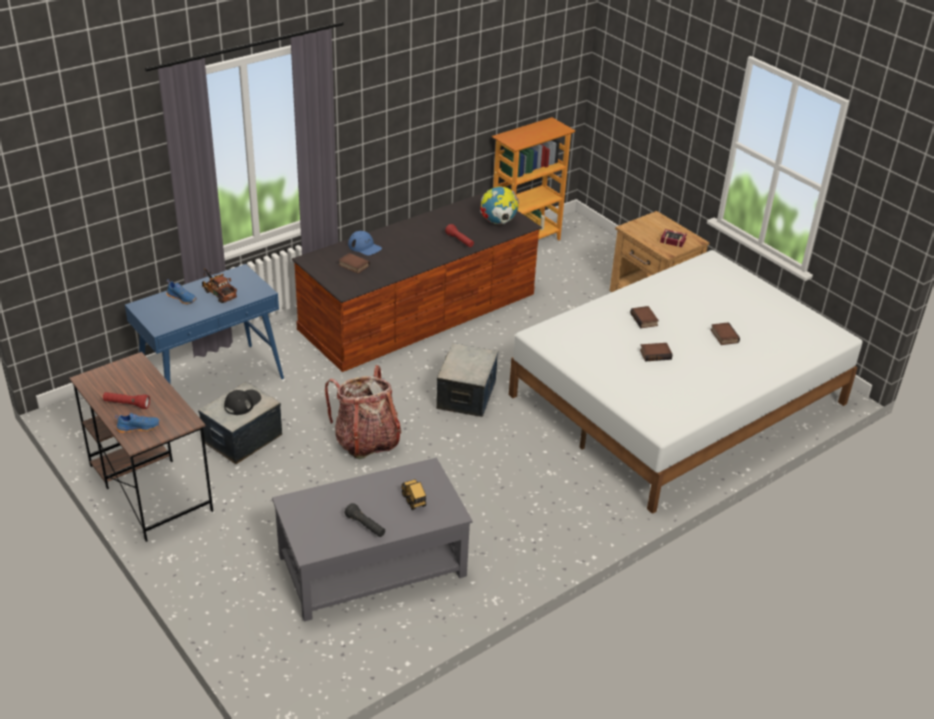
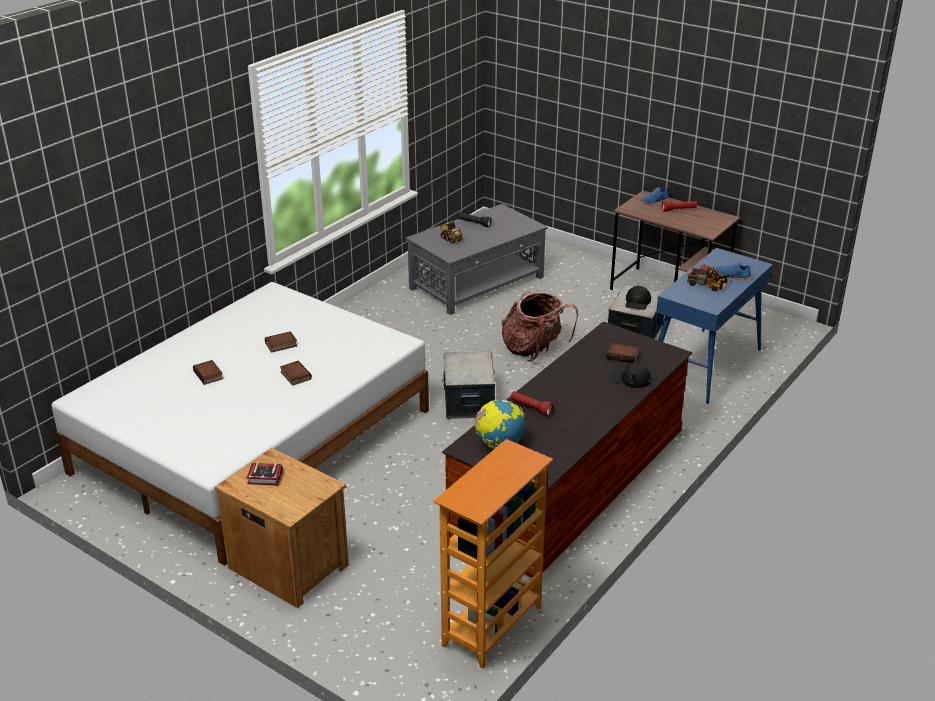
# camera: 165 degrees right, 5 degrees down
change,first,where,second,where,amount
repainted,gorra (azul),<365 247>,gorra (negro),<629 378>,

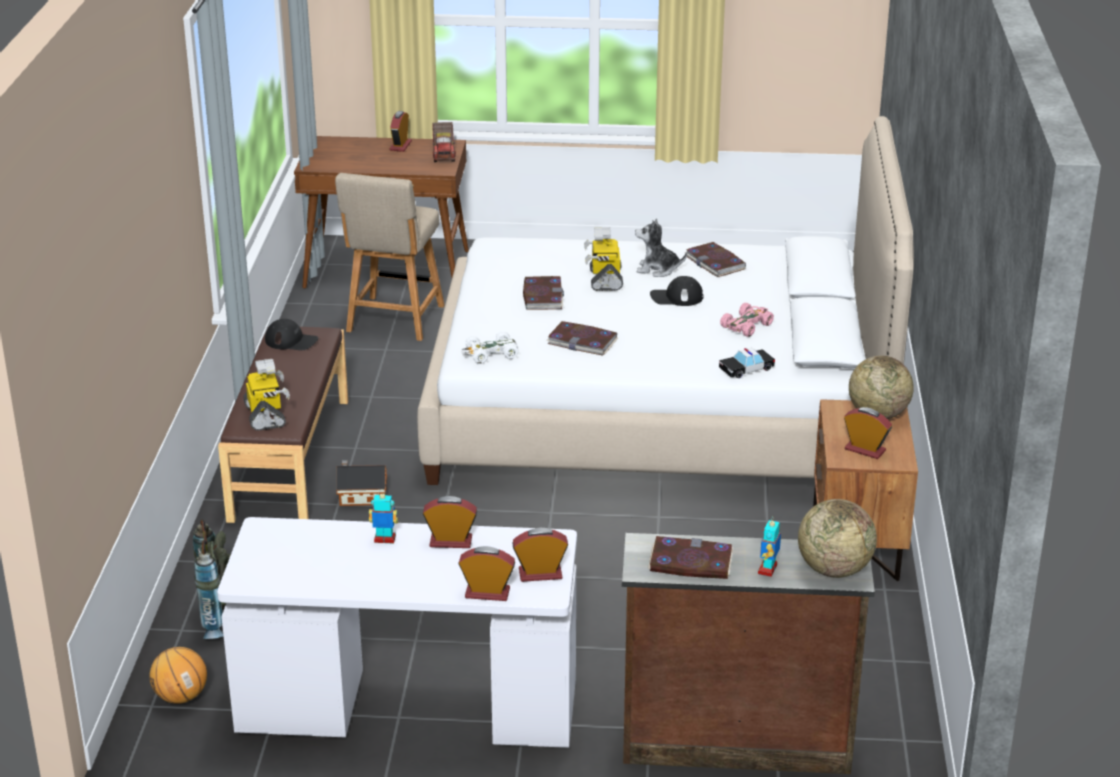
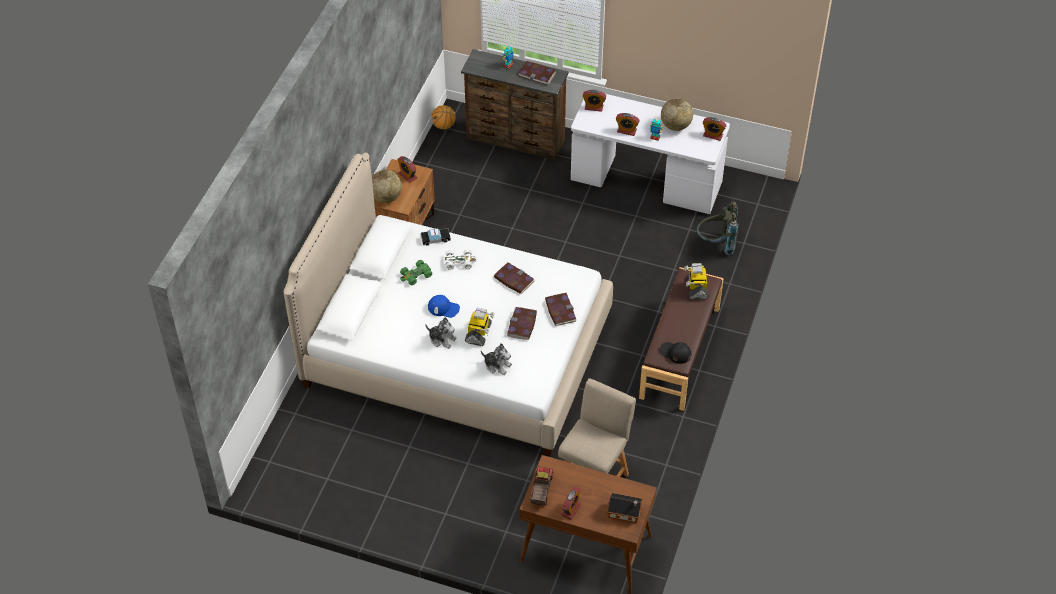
# camera: 165 degrees left, 20 degrees up
change,first,where,second,where,amount
new,,,peluche,<497 365>,
shifted,balón de baloncesto,<180 697>,,<444 126>,
shifted,casita,<360 496>,,<625 512>,
shifted,despertador,<487 593>,,<713 135>,
shifted,coche de juguete (blanco),<490 354>,,<459 262>,
shifted,libro,<715 262>,,<560 310>,
shifted,globo terráqueo,<834 569>,,<675 126>,
repainted,gorra (negro),<676 297>,gorra (azul),<443 308>,
repainted,coche de juguete (rosa),<747 325>,coche de juguete (verde),<416 275>,

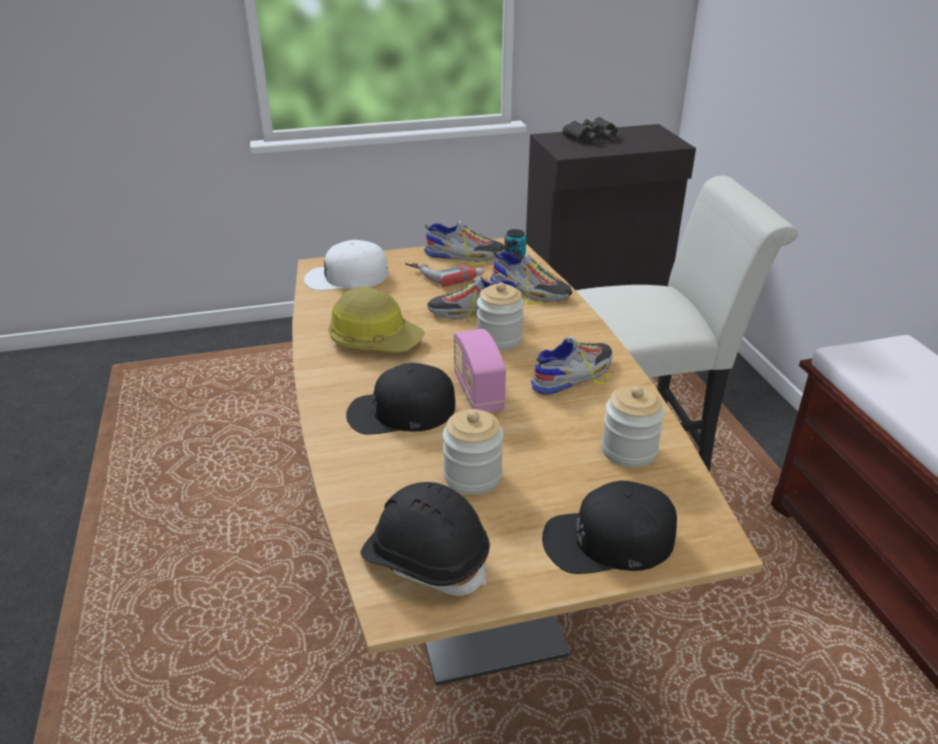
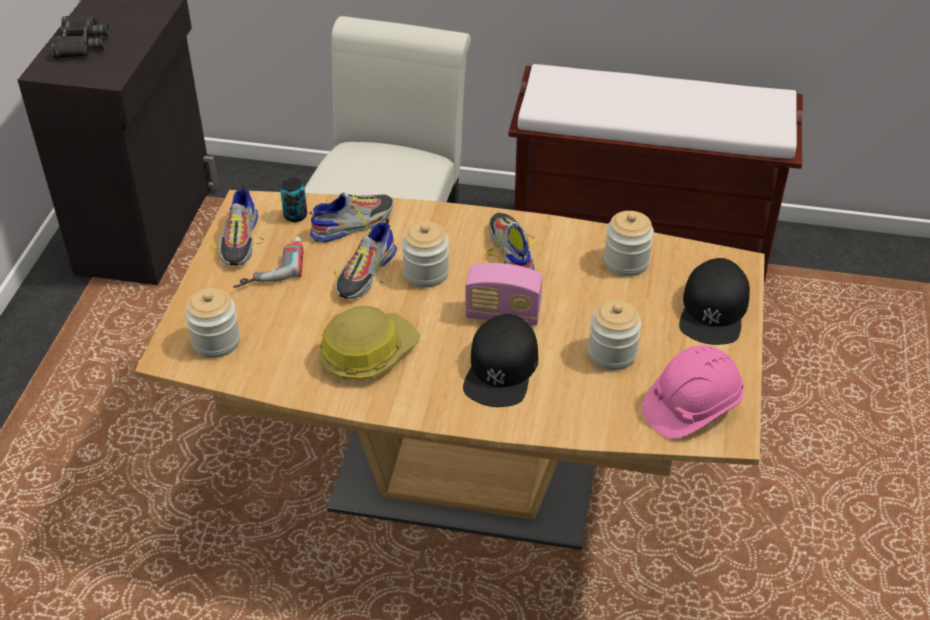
# camera: 65 degrees left, 10 degrees up
change,first,where,second,where,amount
swapped,gorra (blanco),<346 277>,tarro,<216 341>,
repainted,casco (negro),<426 559>,casco (rosa),<691 406>,
rotated,zapato,<465 255>,,<240 240>,150 degrees clockwise

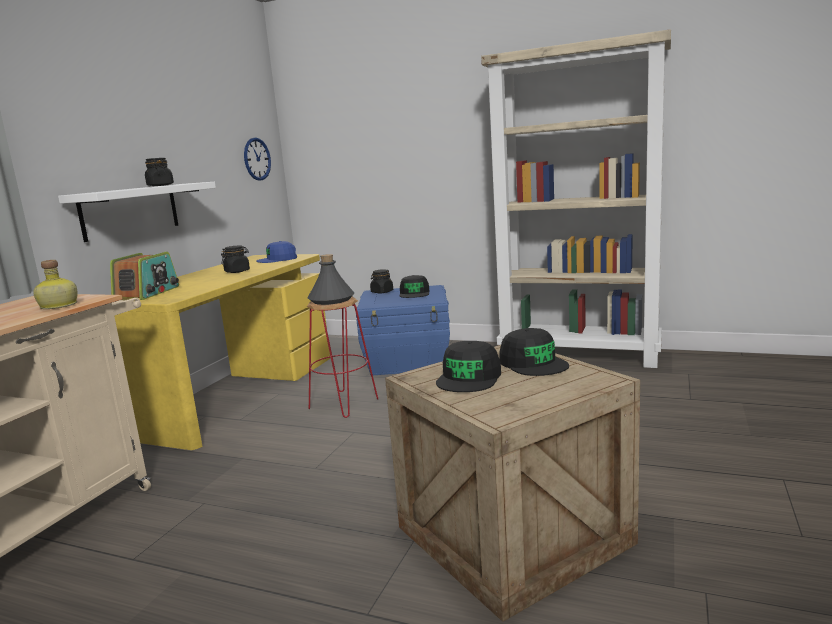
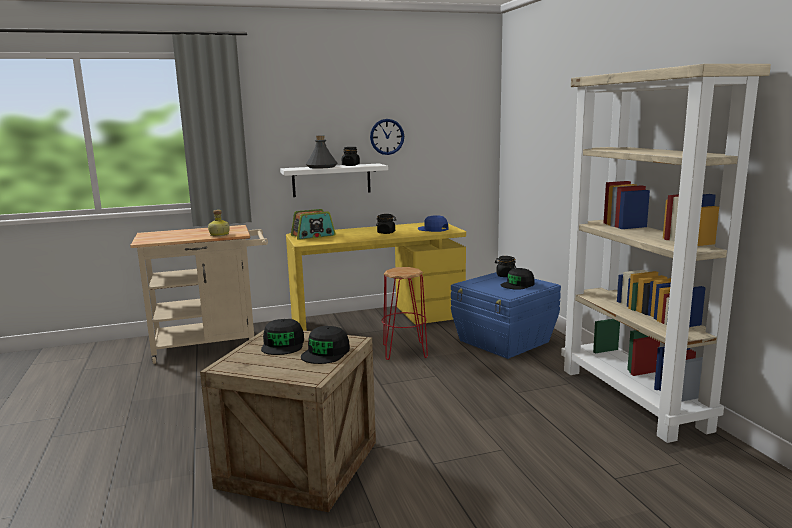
# camera: 50 degrees right, 0 degrees up
change,first,where,second,where,amount
shifted,reloj de pared,<257 159>,,<387 136>,
shifted,botella (gris),<331 300>,,<322 167>,
rotated,gorra (negro),<469 378>,,<283 344>,75 degrees counterclockwise

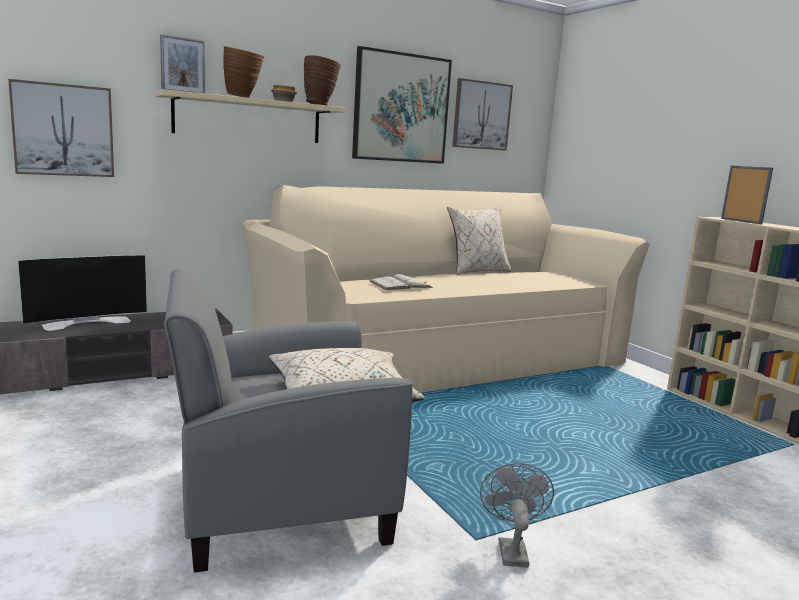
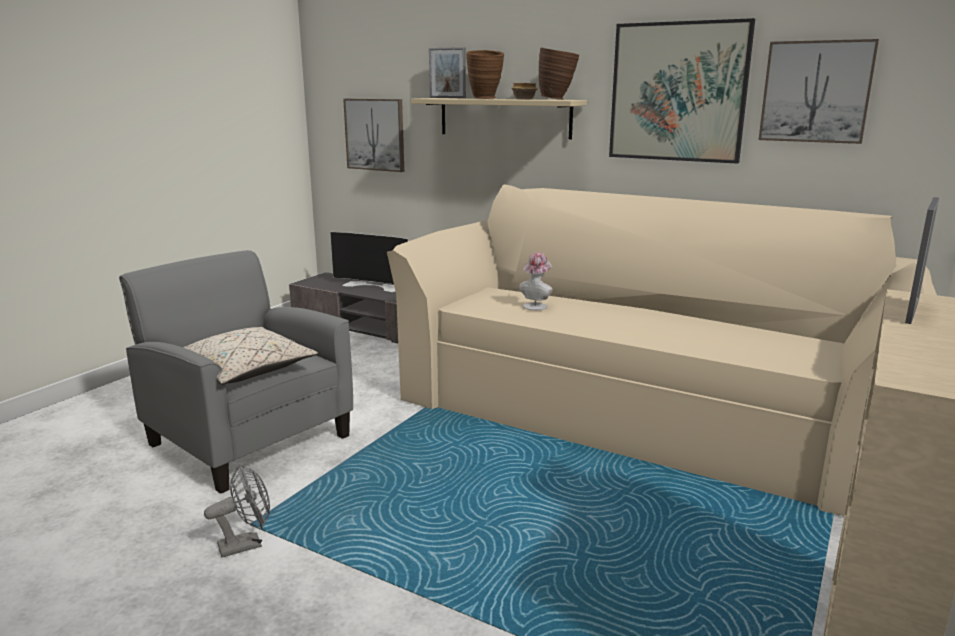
# camera: 60 degrees right, 5 degrees up
change,first,where,second,where,amount
gone,cojín (beis),<476 271>,,,
swapped,libro (blanco),<400 284>,sombrero,<536 305>,

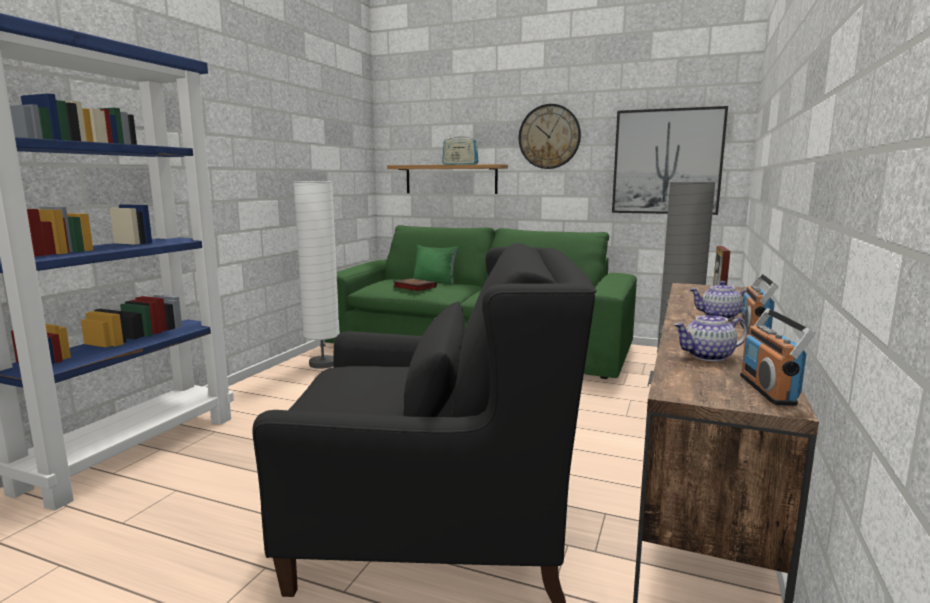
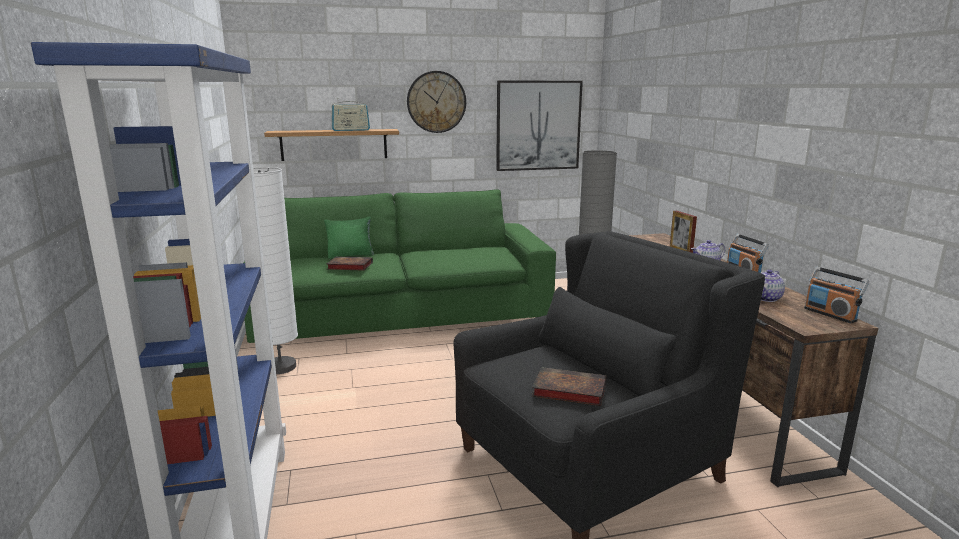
# camera: 35 degrees left, 5 degrees up
change,first,where,second,where,amount
new,,,libro,<567 391>,

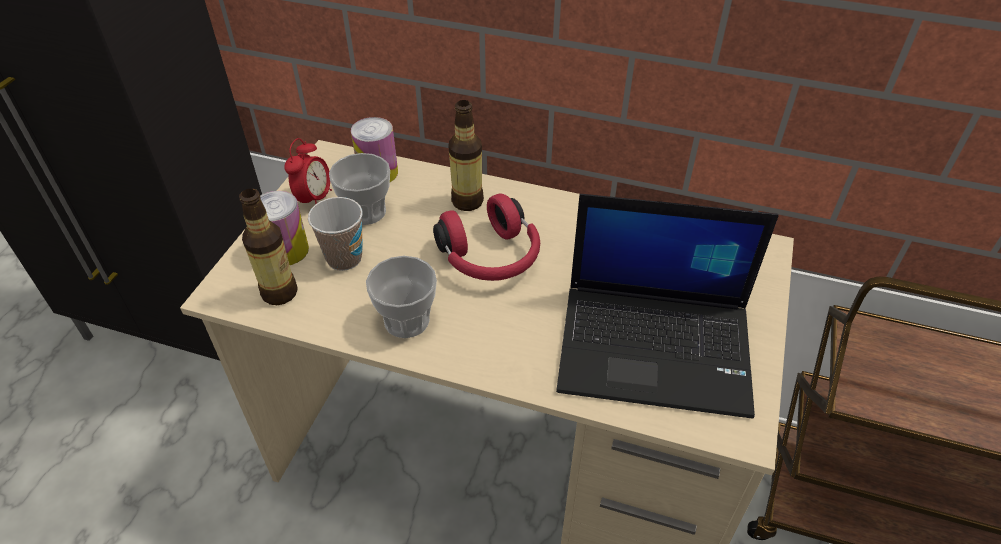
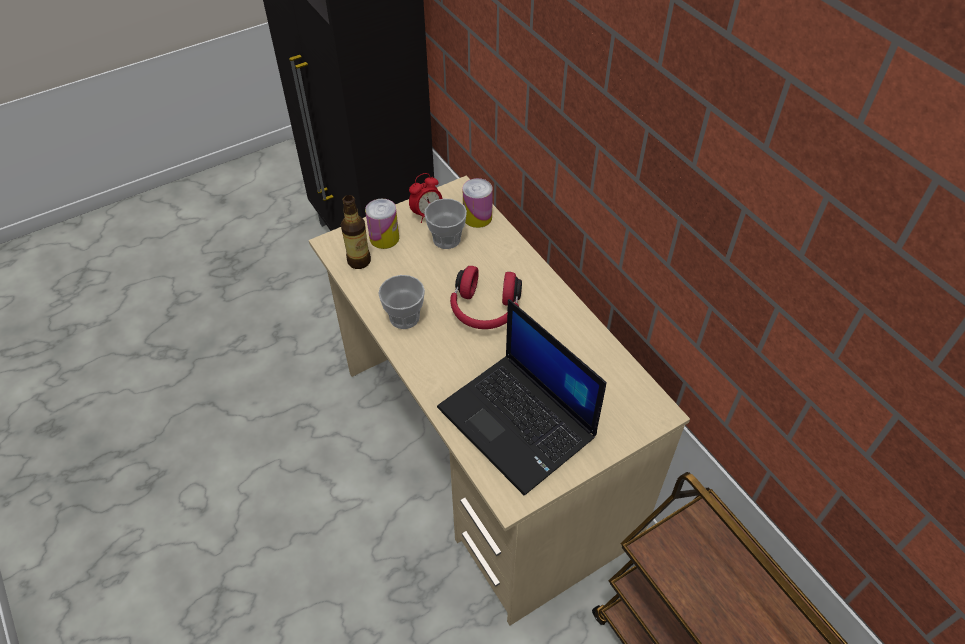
# camera: 40 degrees right, 5 degrees up
change,first,where,second,where,amount
gone,taza,<344 258>,,,
gone,botella,<467 201>,,,

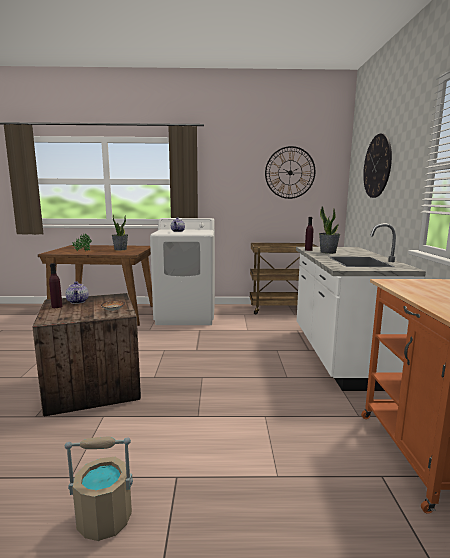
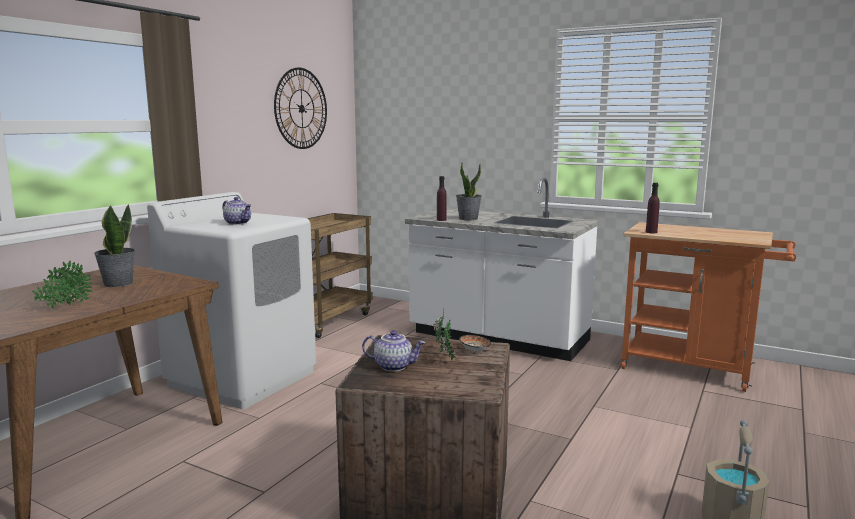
# camera: 60 degrees left, 0 degrees up
change,first,where,second,where,amount
gone,reloj de pared,<377 166>,,,
new,,,planta en maceta,<445 357>,
shifted,botella (morado),<57 306>,,<651 232>,

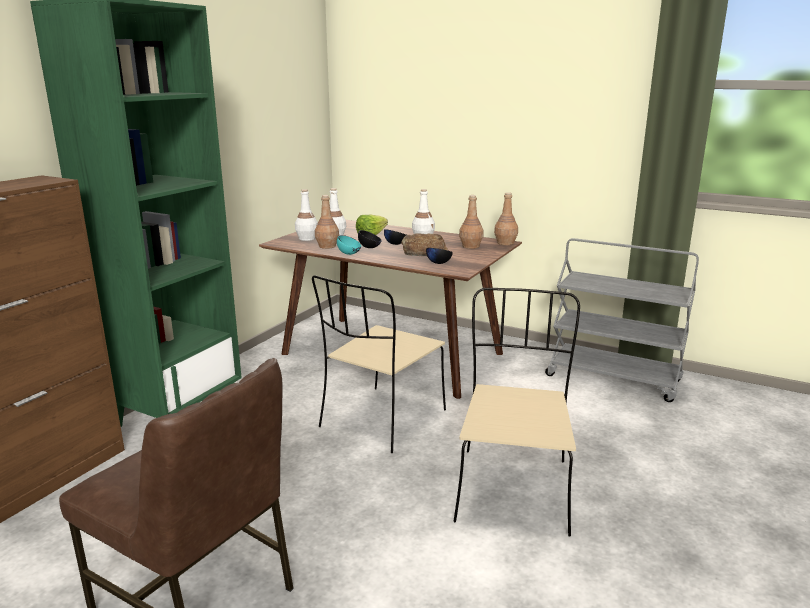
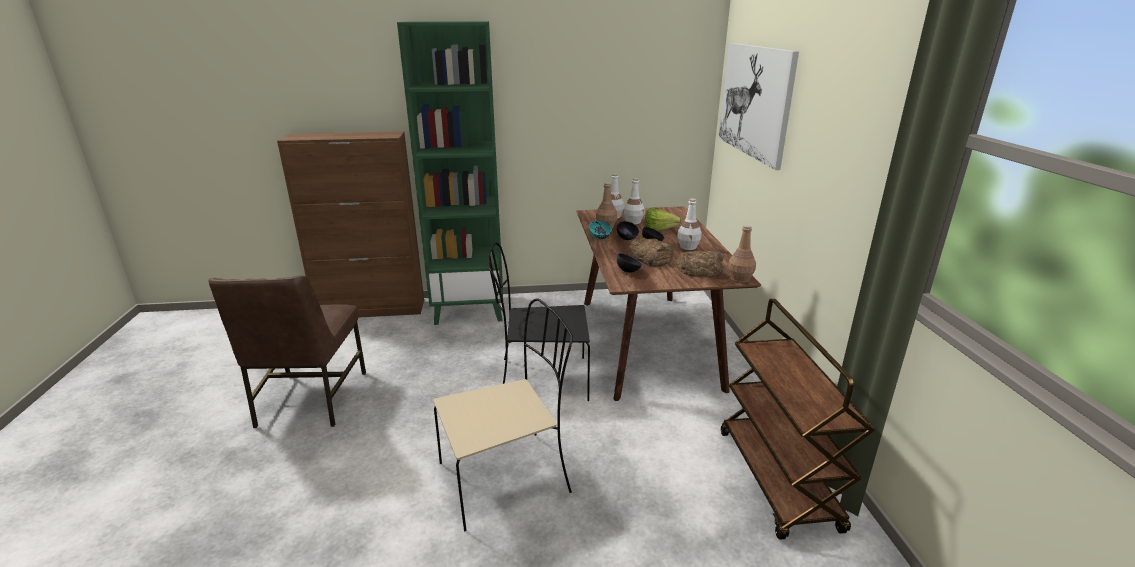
# camera: 55 degrees right, 5 degrees up
change,first,where,second,where,amount
new,,,cuadro,<755 101>,
swapped,botella (marrón),<470 246>,pan,<700 269>,
repainted,silla (beis),<381 420>,silla (negro),<541 379>,
repainted,carrito (gris),<614 378>,carrito (marrón),<778 479>,

